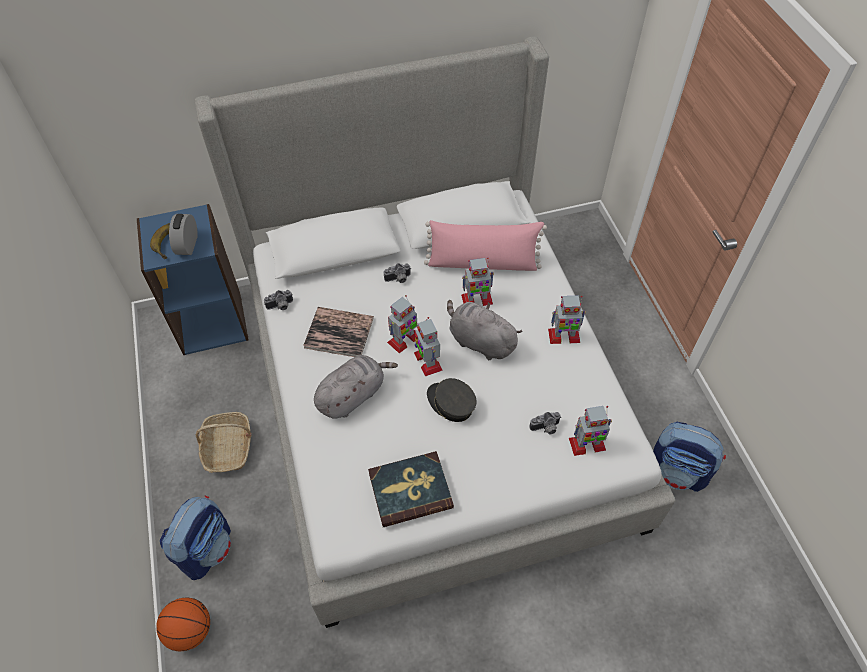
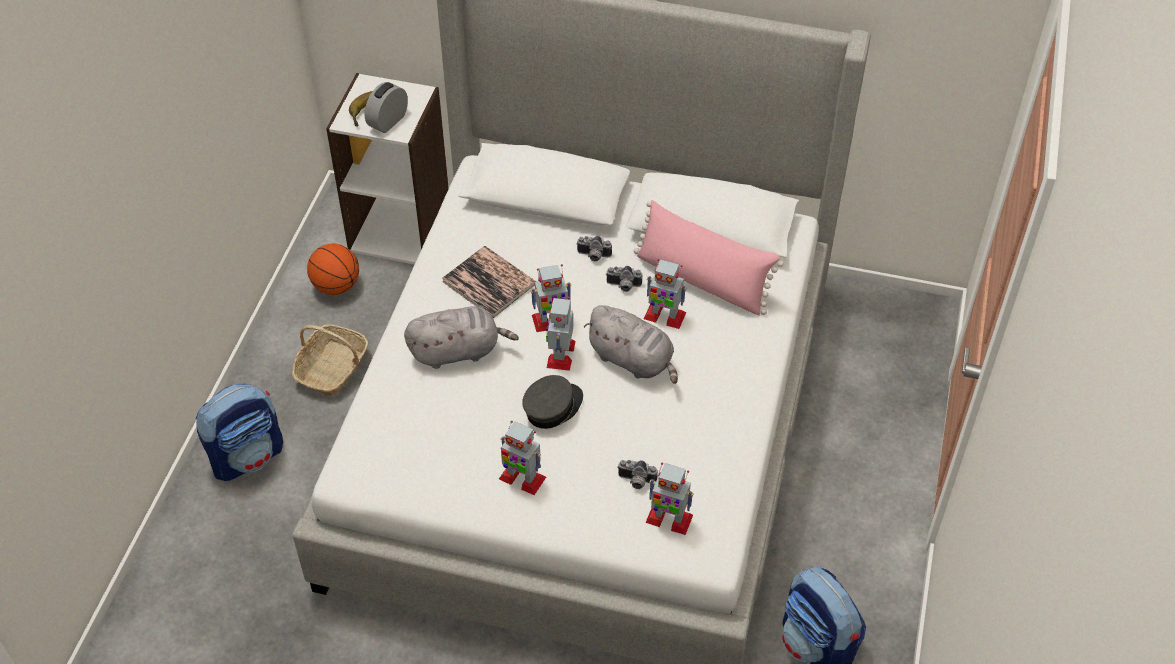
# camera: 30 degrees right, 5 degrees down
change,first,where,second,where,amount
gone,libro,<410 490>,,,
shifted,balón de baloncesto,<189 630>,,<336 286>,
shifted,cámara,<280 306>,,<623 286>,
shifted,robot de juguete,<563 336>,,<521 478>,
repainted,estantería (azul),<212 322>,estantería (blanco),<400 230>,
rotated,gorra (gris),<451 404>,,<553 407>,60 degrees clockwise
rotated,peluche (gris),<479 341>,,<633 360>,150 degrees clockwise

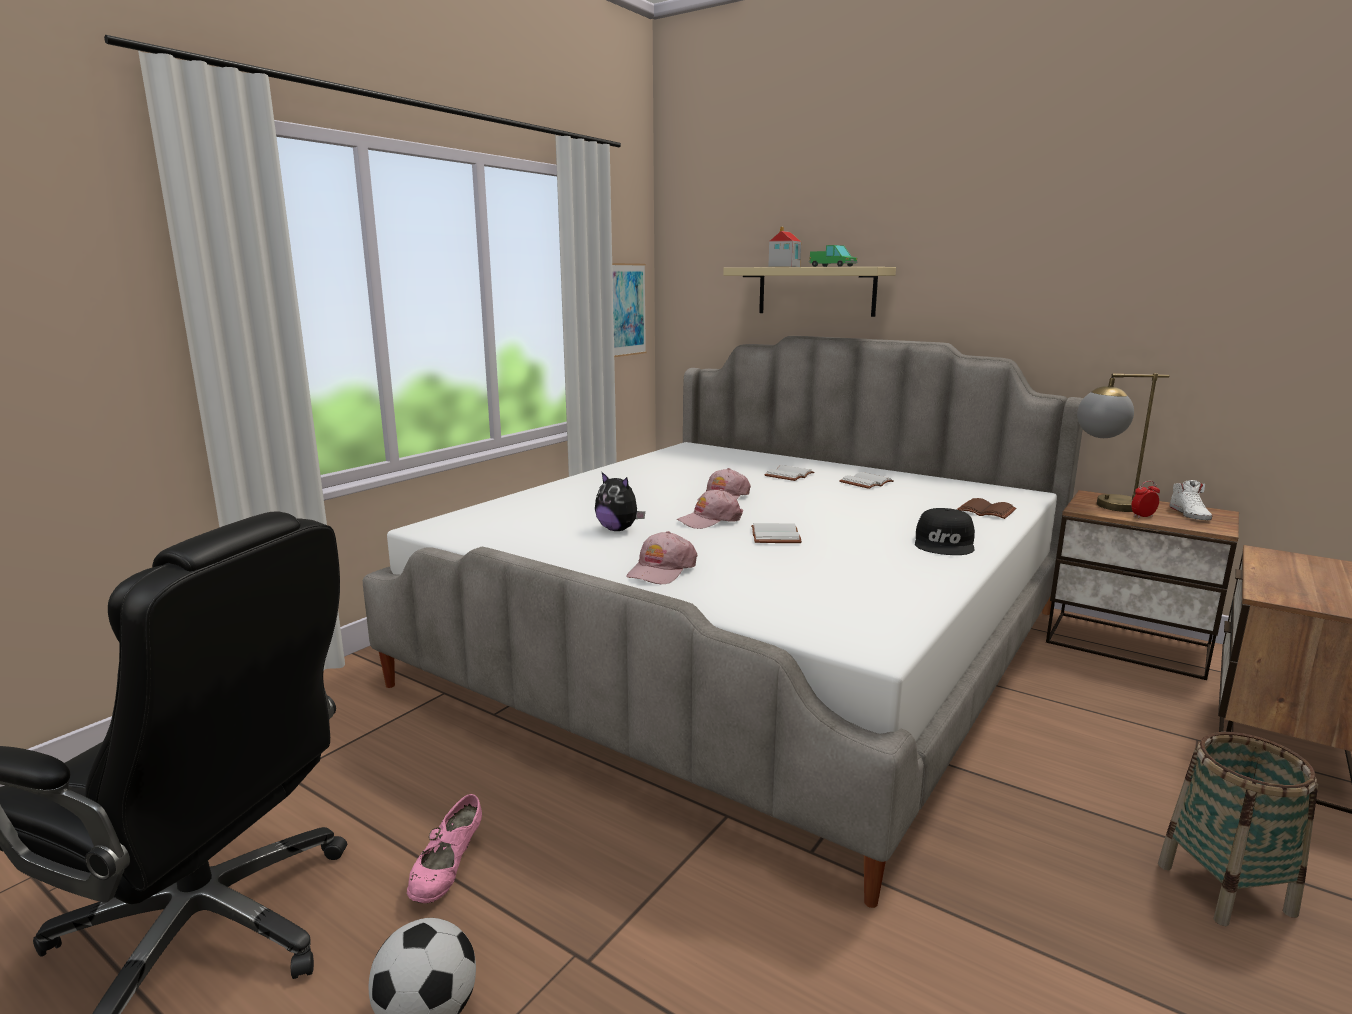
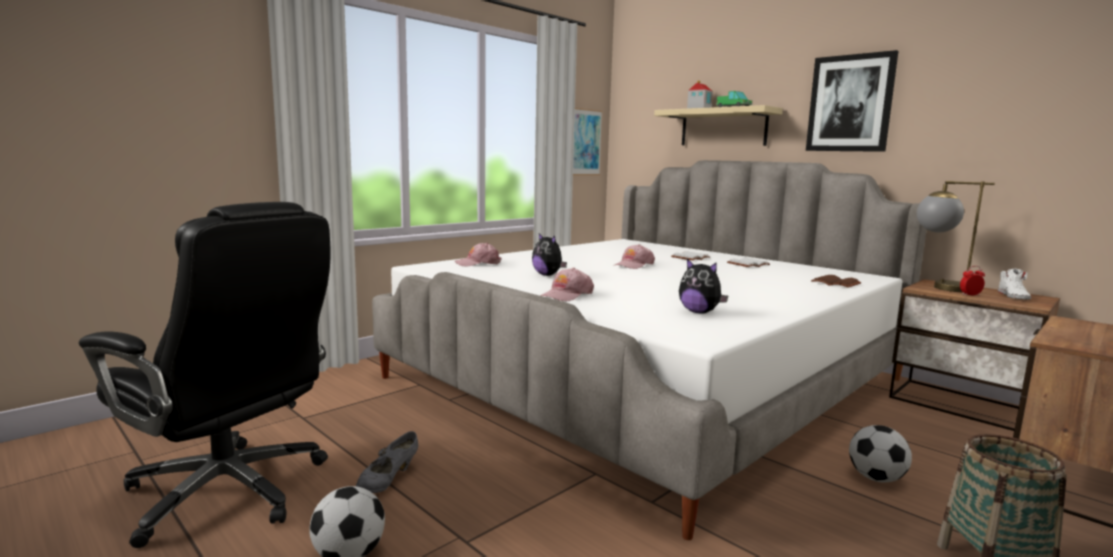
# camera: 10 degrees right, 5 degrees down
change,first,where,second,where,amount
gone,libro (blanco),<777 536>,,,
gone,gorra (negro),<945 543>,,,
new,,,peluche,<699 312>,
new,,,cuadro,<850 103>,
new,,,balón de fútbol,<876 478>,
shifted,gorra (rosa),<709 520>,,<478 263>,
repainted,zapato (rosa),<447 872>,zapato (gris),<388 481>,

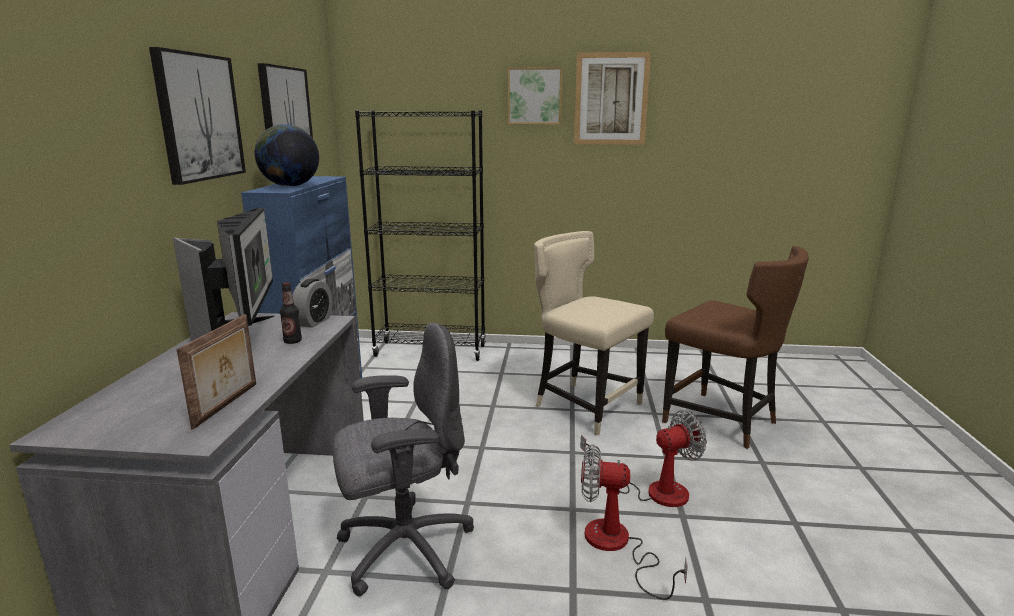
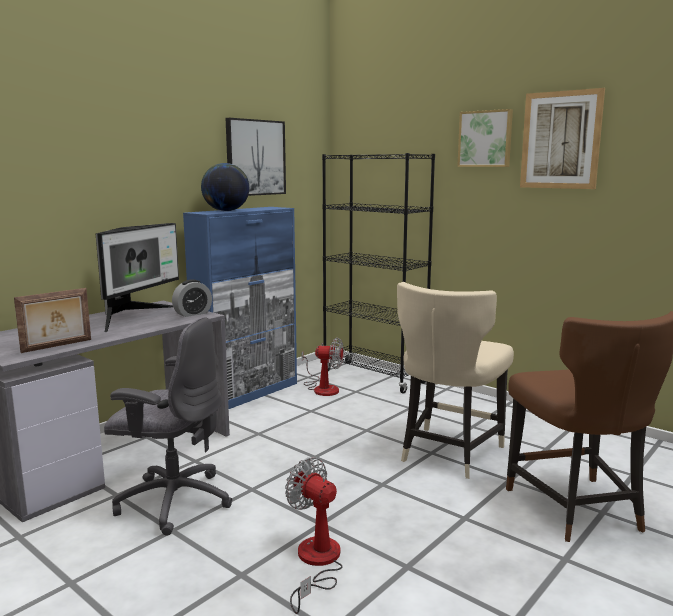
# camera: 35 degrees right, 5 degrees down
change,first,where,second,where,amount
gone,cuadro,<199 117>,,,
gone,botella,<292 341>,,,
shifted,ventilador,<653 490>,,<322 388>,
rotated,silla (beis),<585 406>,,<448 453>,135 degrees counterclockwise

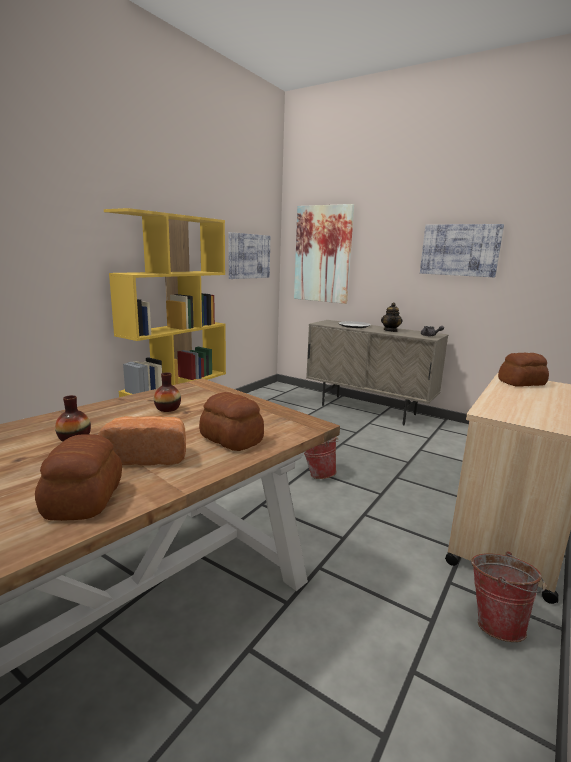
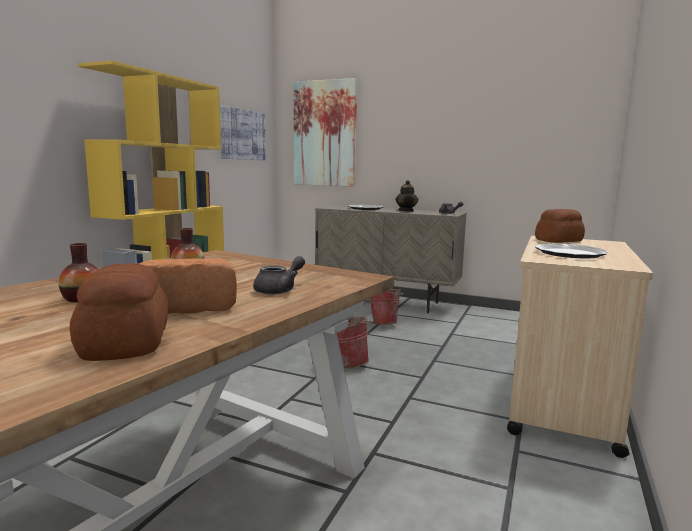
# camera: 10 degrees left, 5 degrees down
change,first,where,second,where,amount
gone,cuadro,<459 250>,,,
new,,,plato,<569 253>,
shifted,cubo,<497 622>,,<384 323>,
swapped,pan,<232 439>,tetera (gris),<279 290>,

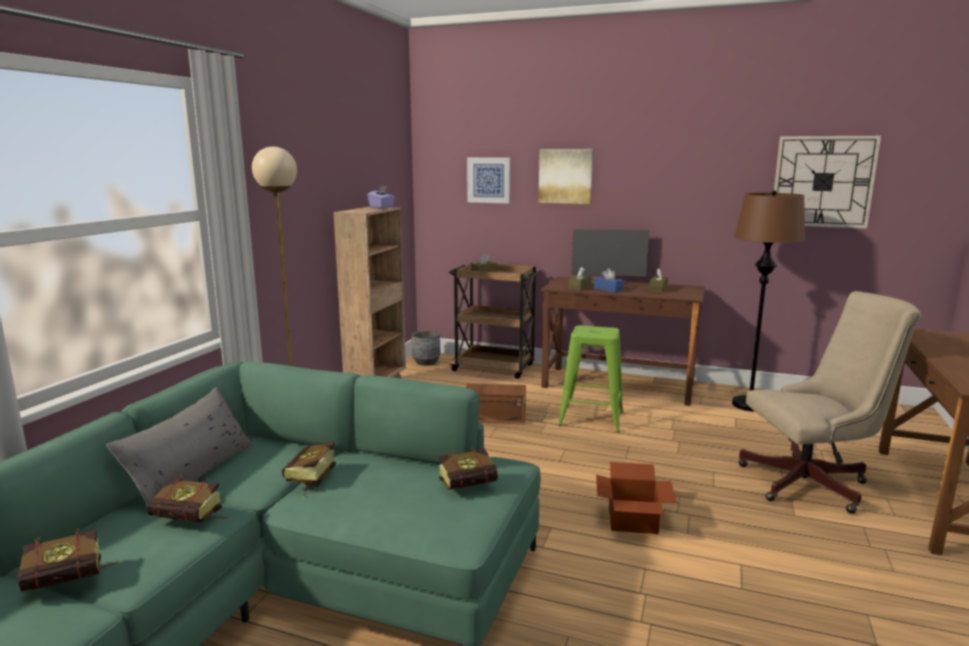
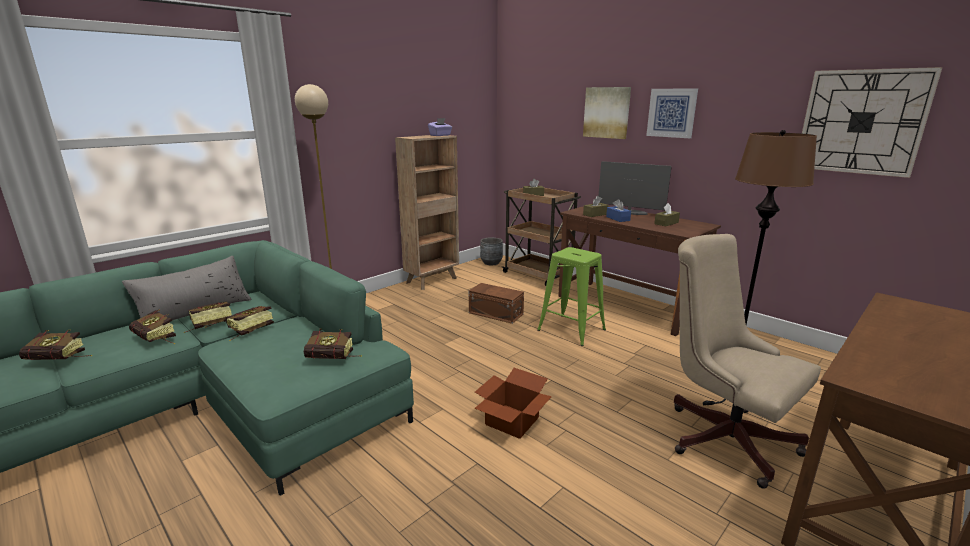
# camera: 25 degrees right, 5 degrees up
change,first,where,second,where,amount
new,,,libro,<207 324>,
shifted,cuadro,<489 180>,,<671 113>,
rotated,silla de oficina (beis),<812 483>,,<722 435>,150 degrees counterclockwise

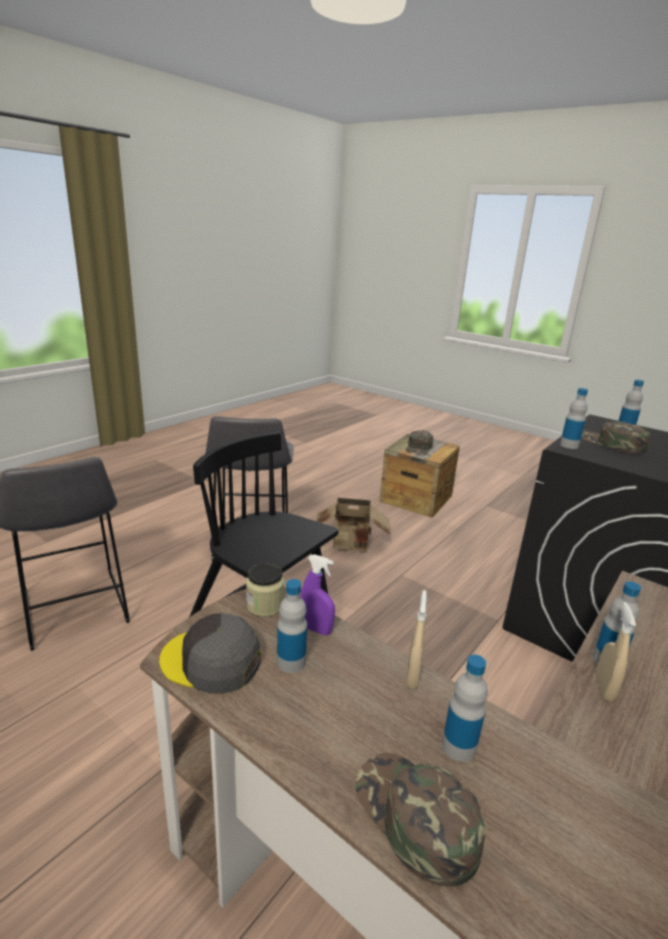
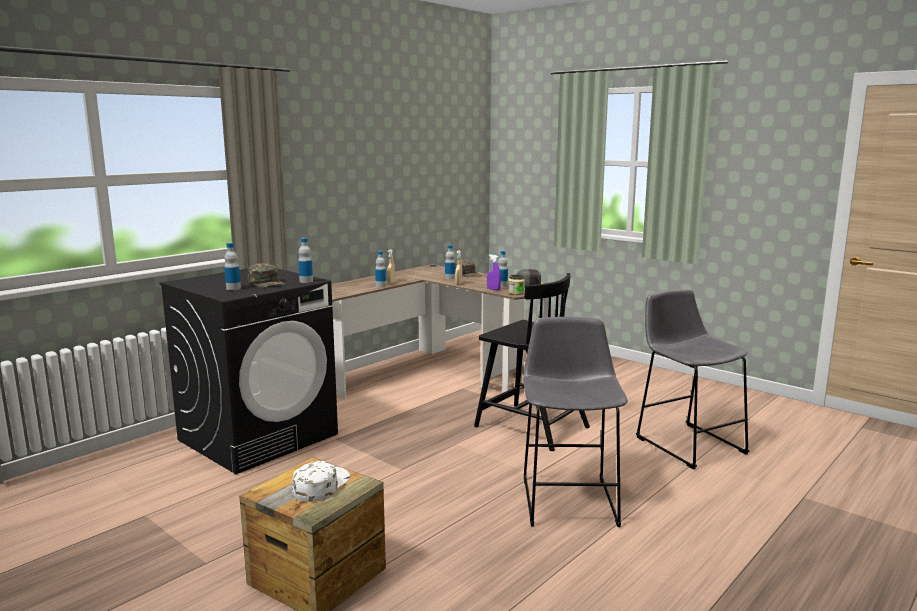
# camera: 175 degrees left, 10 degrees down
change,first,where,second,where,amount
gone,caja de cartón,<351 545>,,,
repainted,gorra (verde),<419 448>,gorra (blanco),<320 485>,

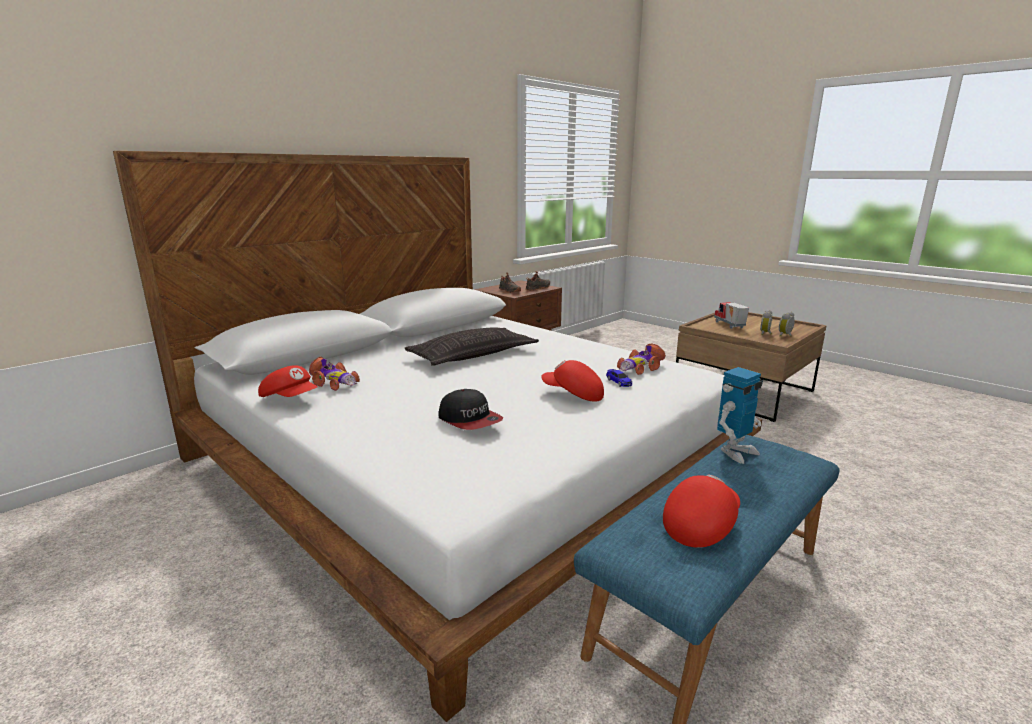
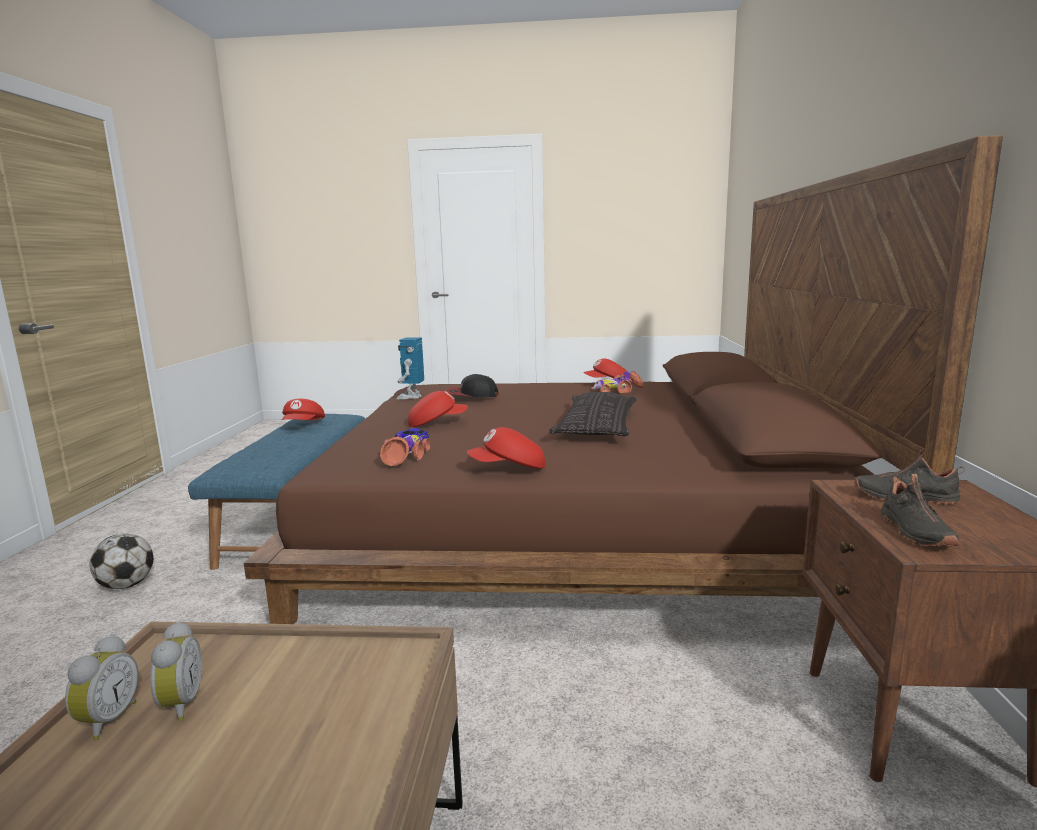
# camera: 140 degrees right, 5 degrees down
change,first,where,second,where,amount
gone,camión de juguete,<728 325>,,,
new,,,balón de fútbol,<127 585>,
new,,,gorra (rojo),<508 469>,
shifted,robot de juguete,<735 452>,,<411 397>,
repainted,cama (blanco),<461 463>,cama (marrón),<573 521>,

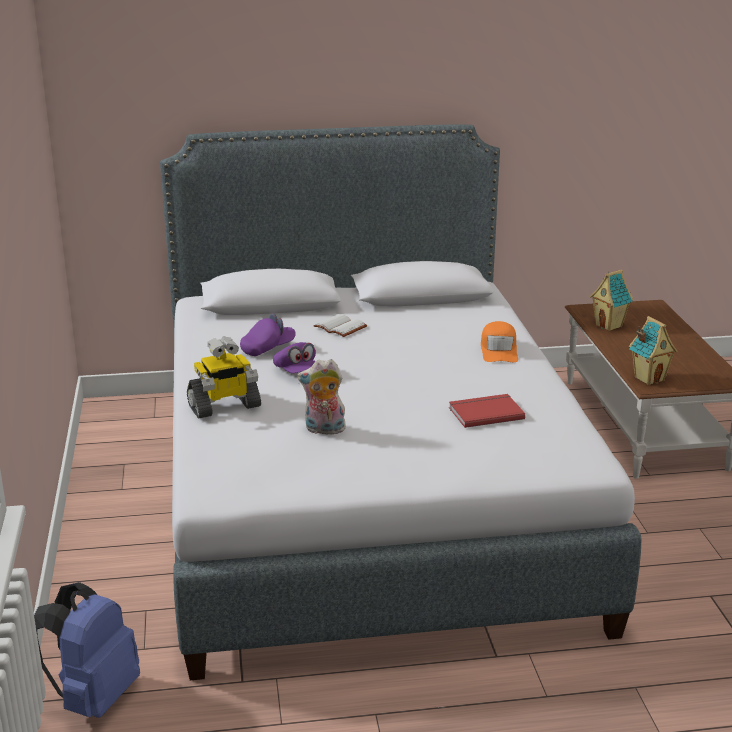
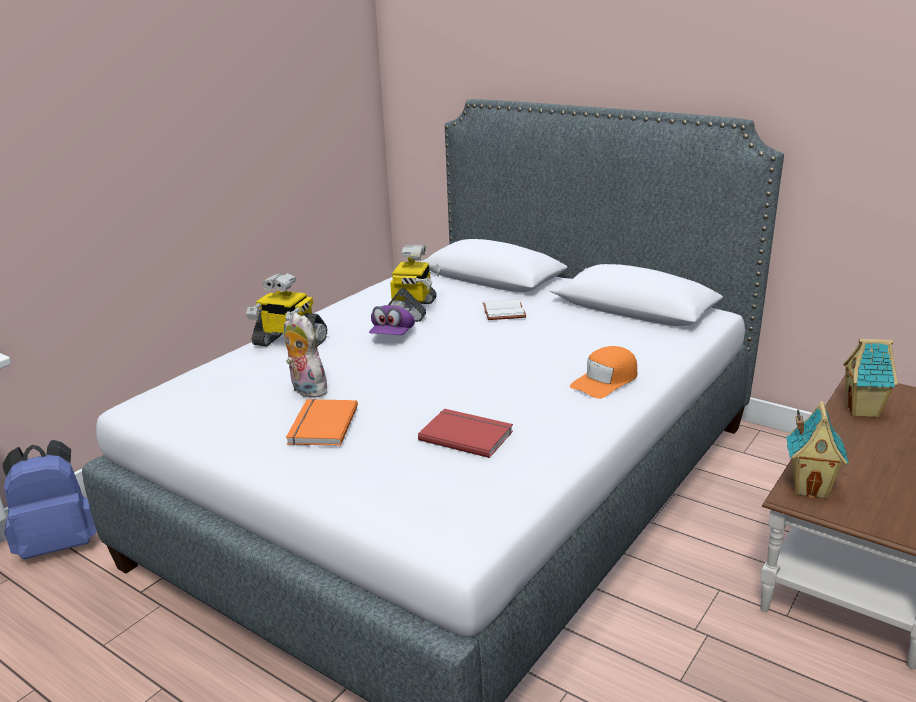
# camera: 45 degrees right, 0 degrees up
change,first,where,second,where,amount
new,,,libro (naranja),<320 425>,
swapped,gorra (morado),<268 348>,robot de juguete,<413 310>,

